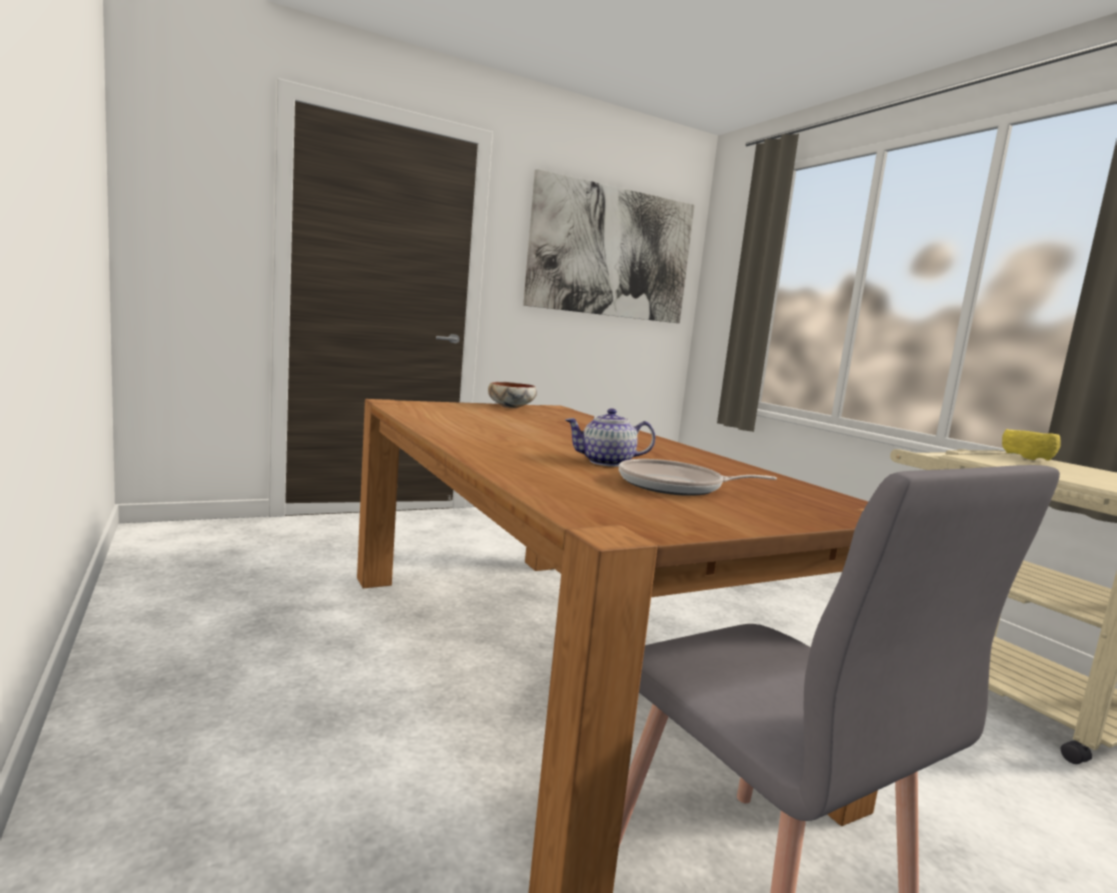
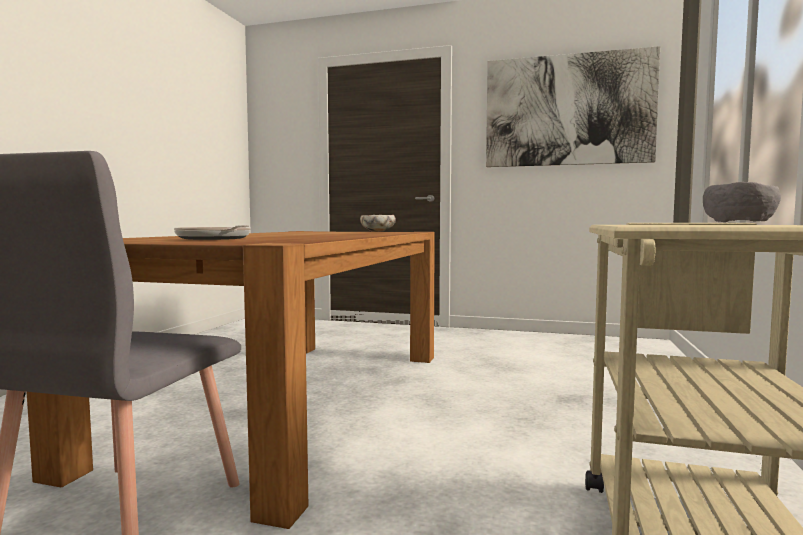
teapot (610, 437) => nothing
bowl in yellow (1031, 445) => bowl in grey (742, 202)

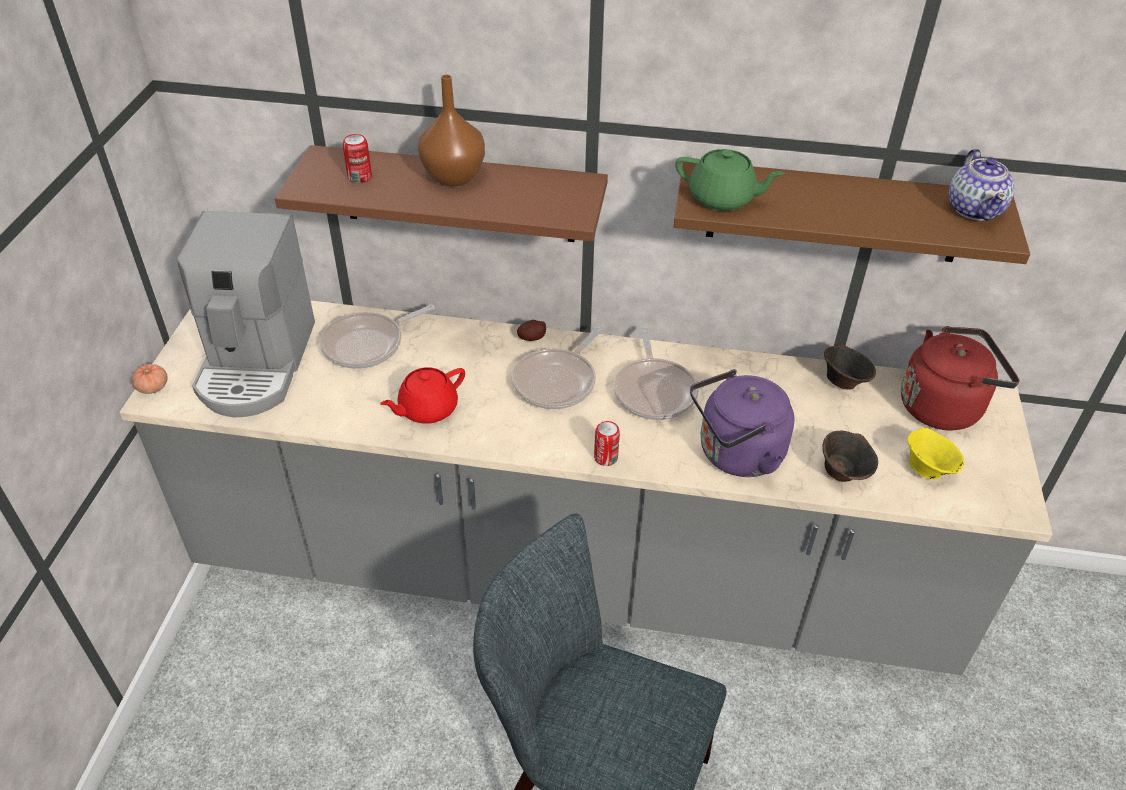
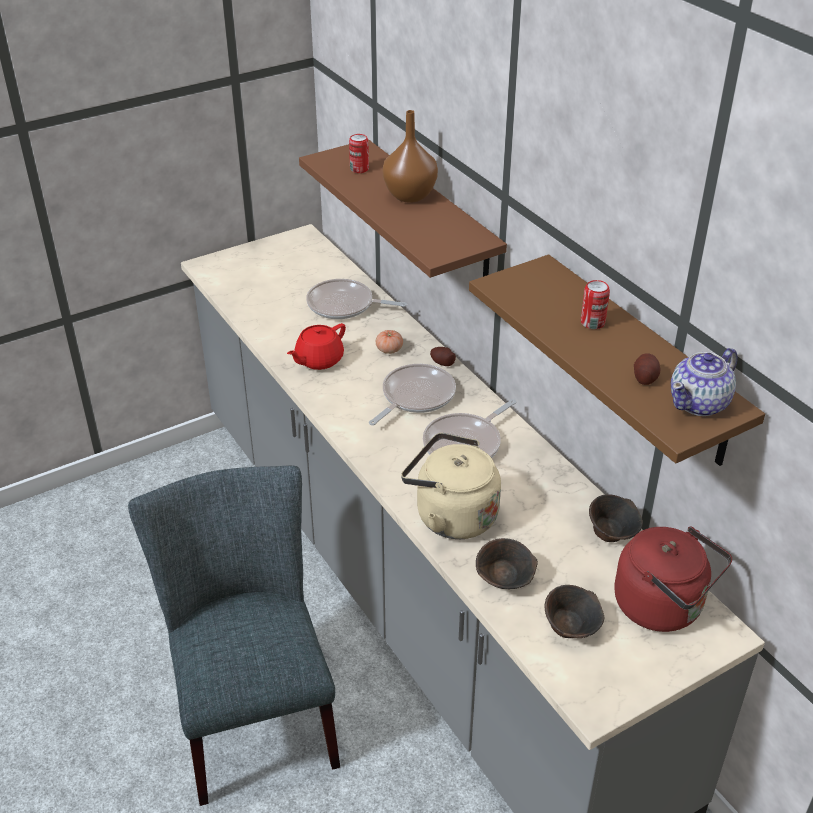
tomato (150, 379) => tomato (389, 342), move
coffee machine (245, 314) => nothing
teapot in red (422, 395) => teapot in red (316, 346), 60 degrees counterclockwise
frying pan (557, 368) => frying pan (412, 394), 135 degrees clockwise
can (607, 443) => can (595, 304), move
teapot in green (730, 180) => nothing
kettle in purple (742, 423) => kettle in beige (451, 486)
bowl in yellow (935, 453) => bowl in brown (574, 611)
nothing => potato (647, 369)

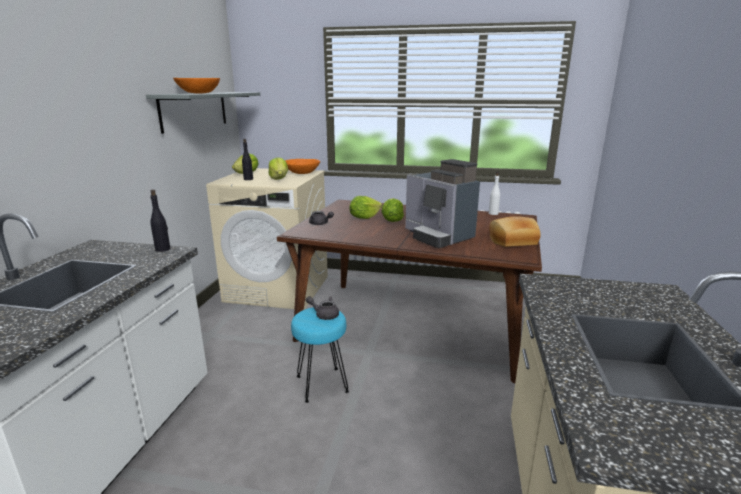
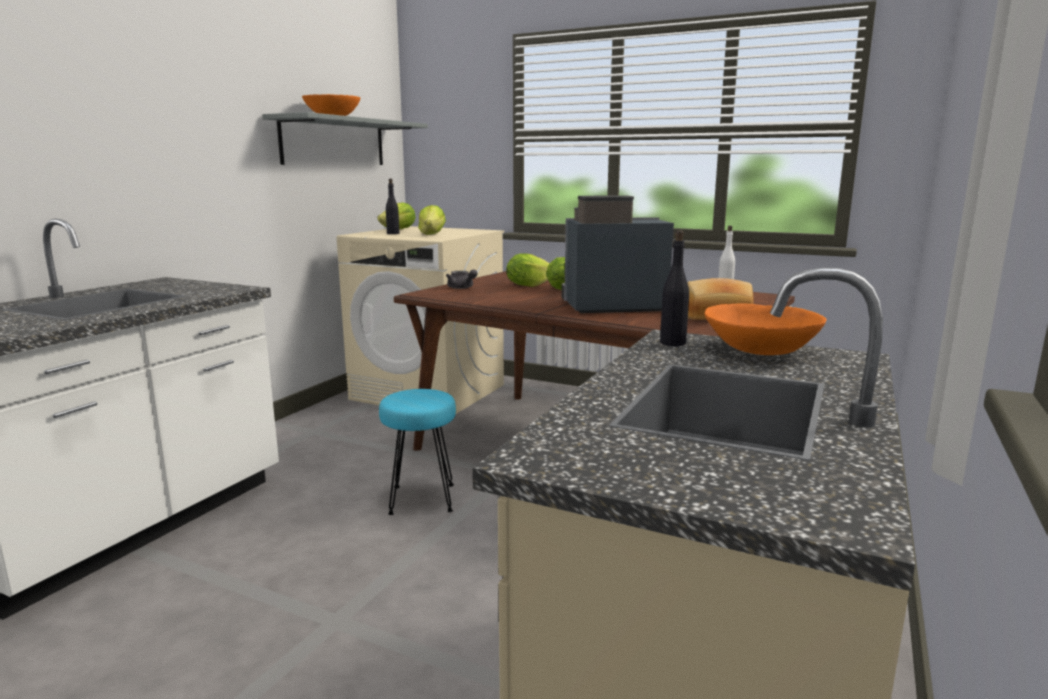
bottle in black (160, 221) => bottle in black (674, 288), move
bowl in orange (302, 166) => bowl in orange (765, 329), move
teapot in grey (322, 308) => nothing
coffee machine (442, 203) => coffee machine (618, 254), 105 degrees clockwise

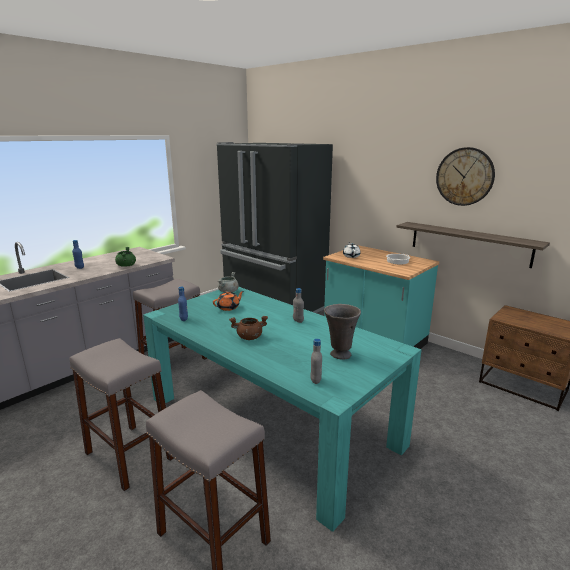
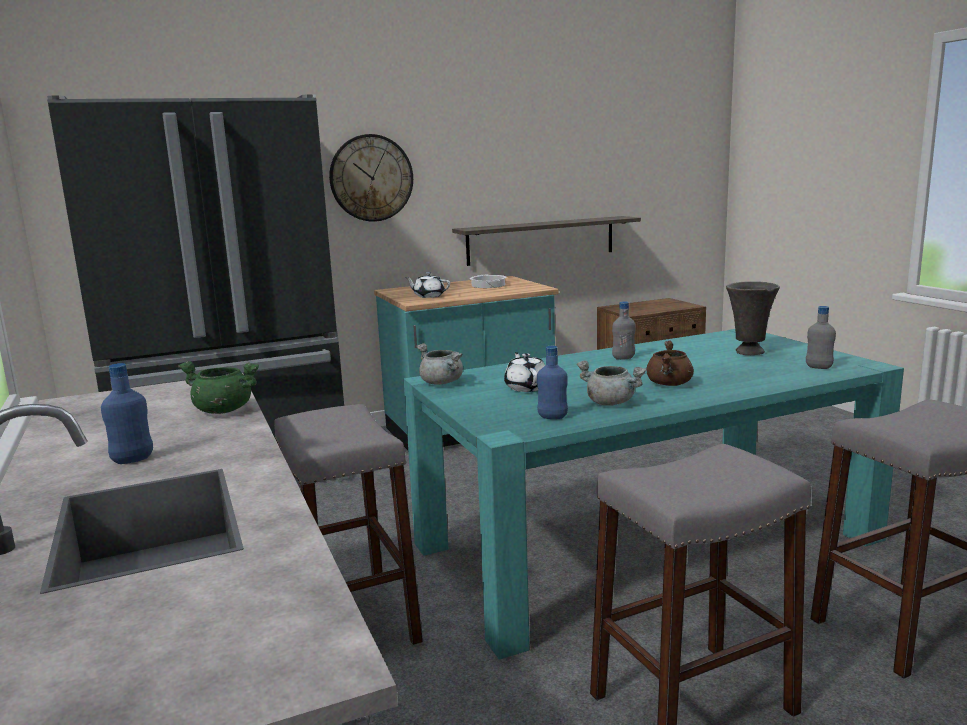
teapot in orange (228, 301) => teapot in white (524, 372)
wall clock (465, 176) => wall clock (371, 178), move
nothing => cooking pot in grey (611, 383)

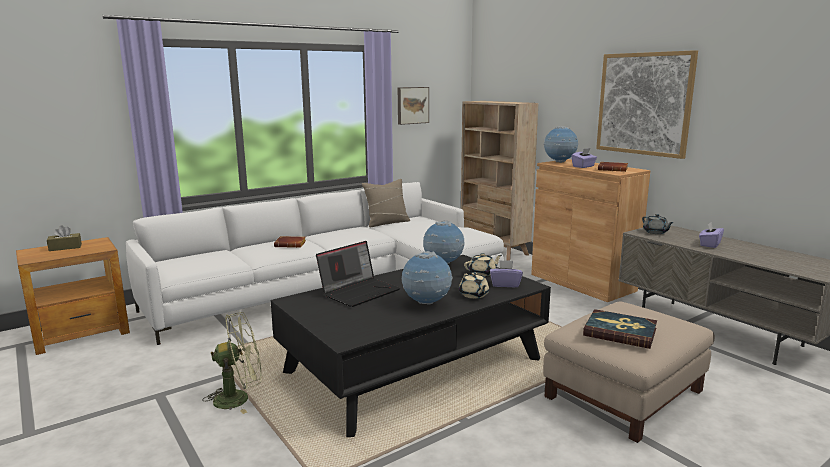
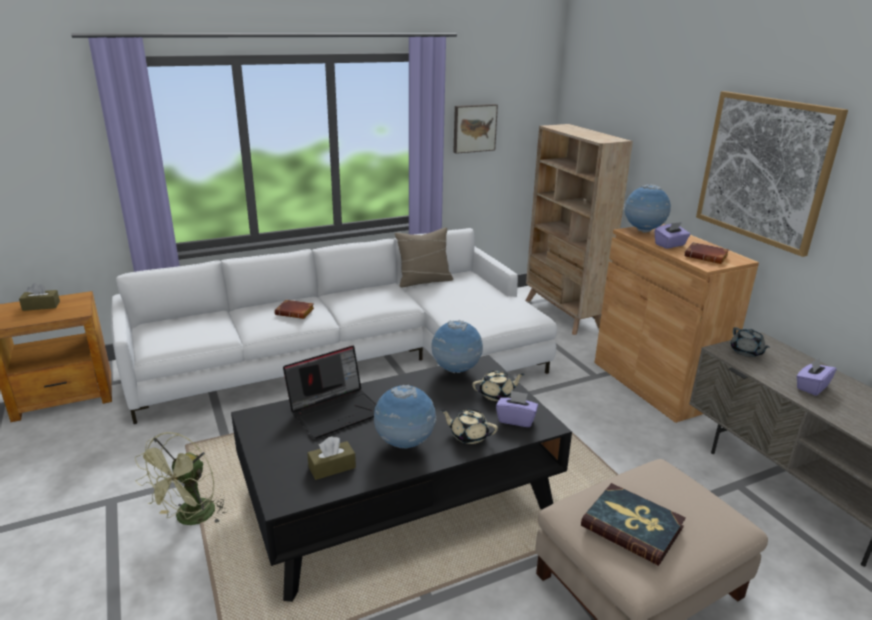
fan in green (232, 363) => fan in green (181, 478), 120 degrees clockwise
teapot in beige (474, 285) => teapot in beige (469, 426), 120 degrees clockwise
nothing => tissue box in brown (331, 458)

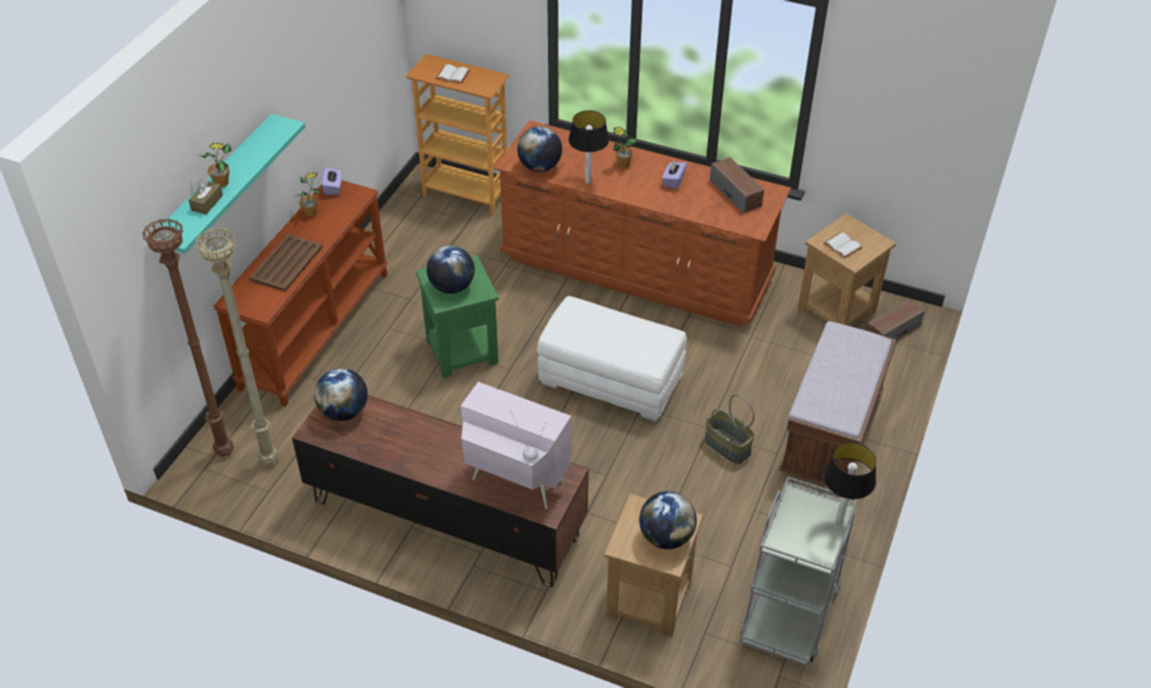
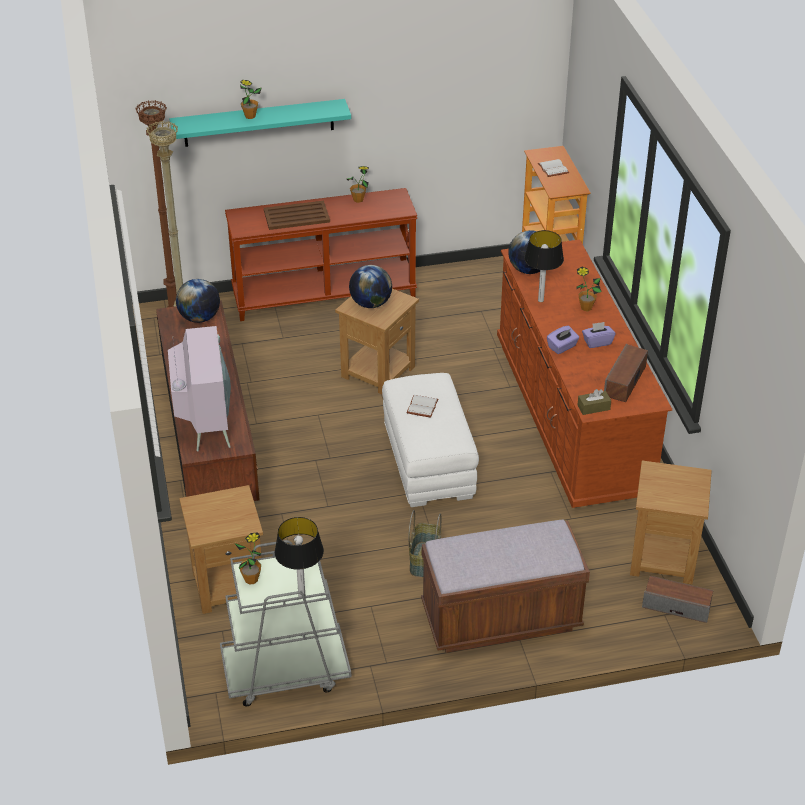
tissue box in brown (206, 197) => tissue box in brown (594, 402), move
tissue box in purple (331, 181) => tissue box in purple (563, 340), move
side table in green (457, 316) => side table in brown (377, 341)
globe (668, 520) => nothing
book in white (843, 245) => book in white (422, 406), move
nothing => potted plant (247, 558)

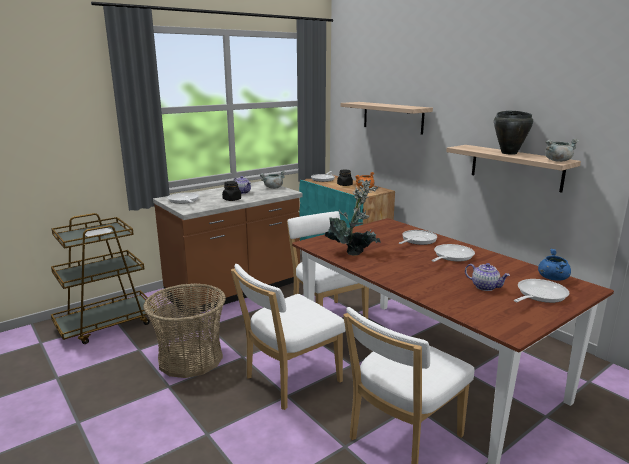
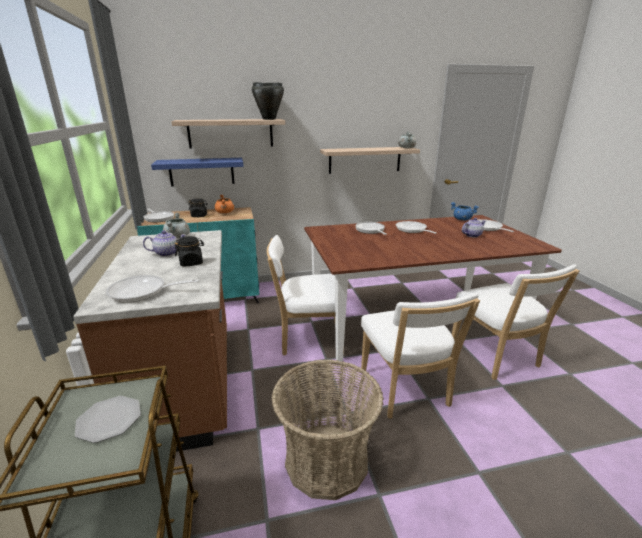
potted plant (352, 217) => nothing
cooking pot in black (513, 133) => cooking pot in black (268, 101), move
nothing => shelf in blue (197, 172)

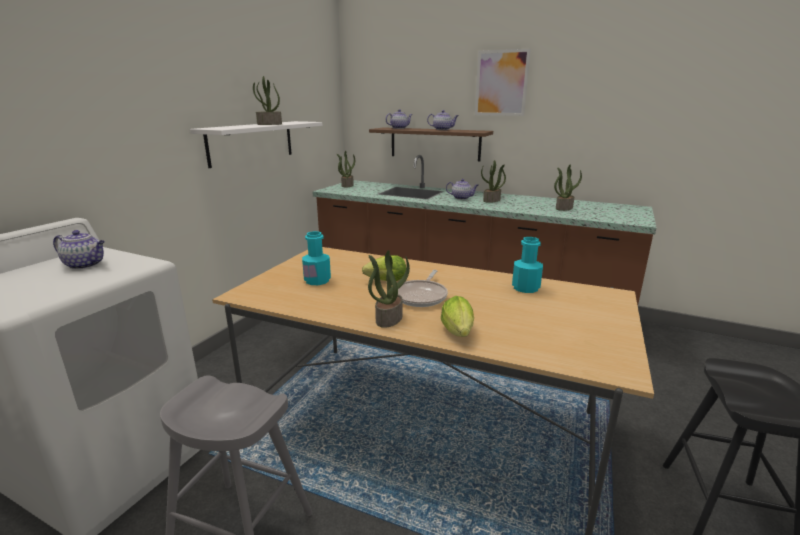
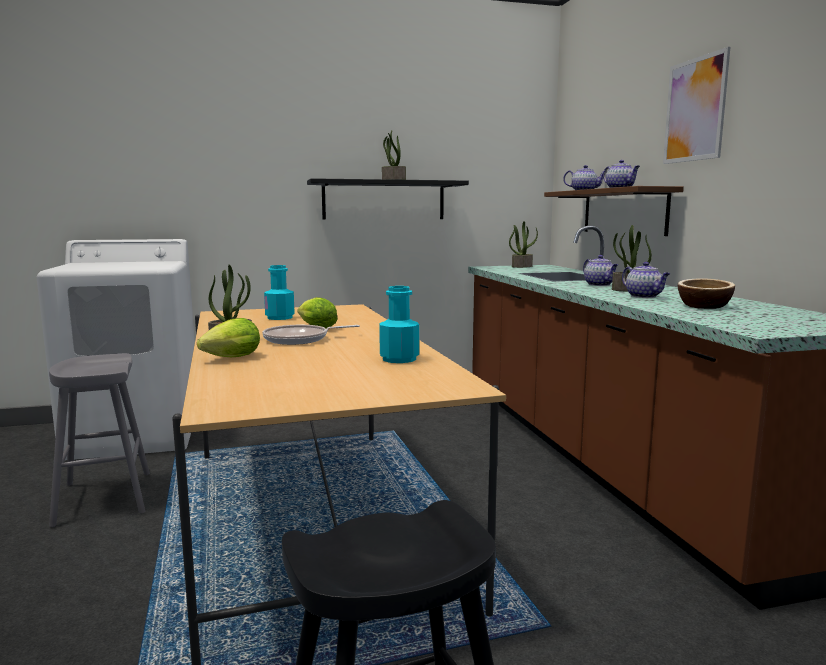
teapot (79, 249) => teapot (646, 280), move
shelf in white (256, 144) => shelf in black (388, 199)
potted plant (568, 188) => bowl (706, 293)

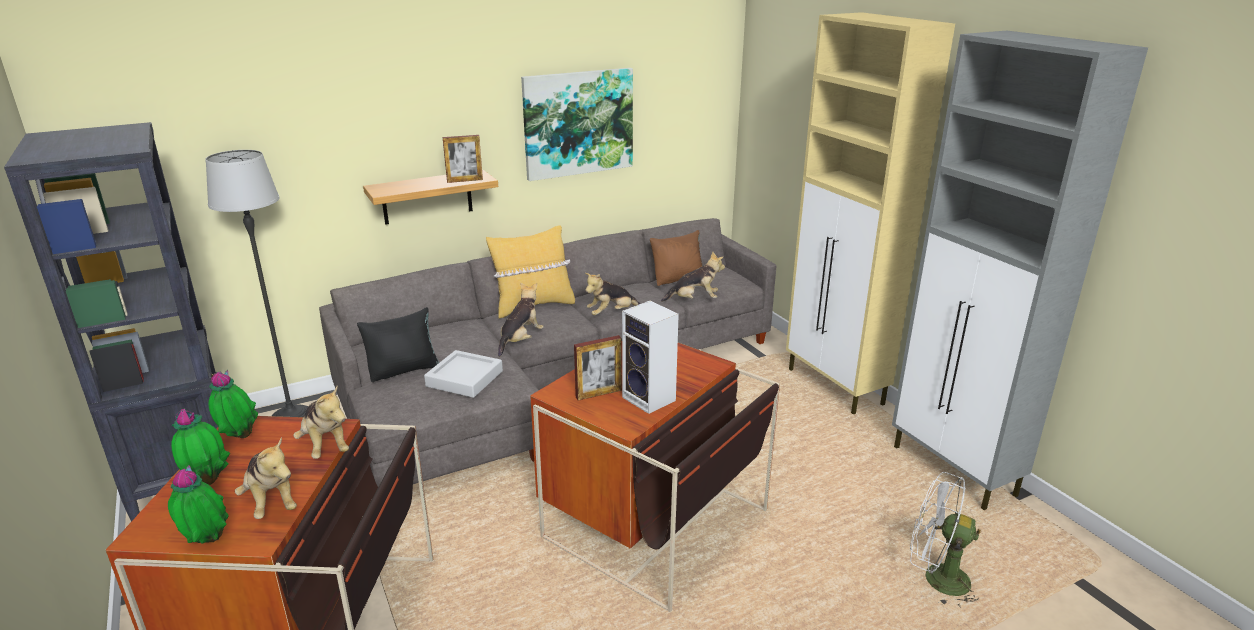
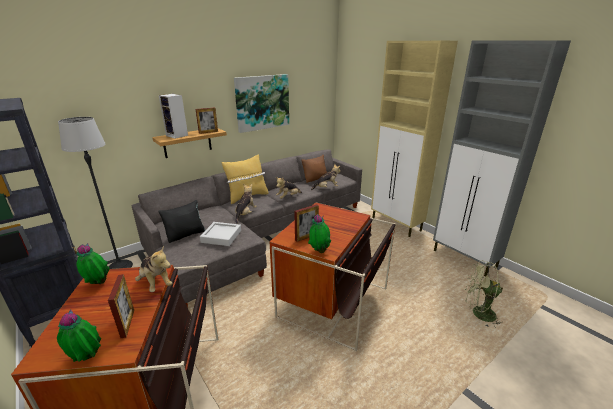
potted plant (200, 446) => potted plant (319, 233), move
plush toy (266, 478) => picture frame (121, 306)
speaker (650, 357) => speaker (173, 116), move
fan in white (945, 539) => fan in green (484, 293)

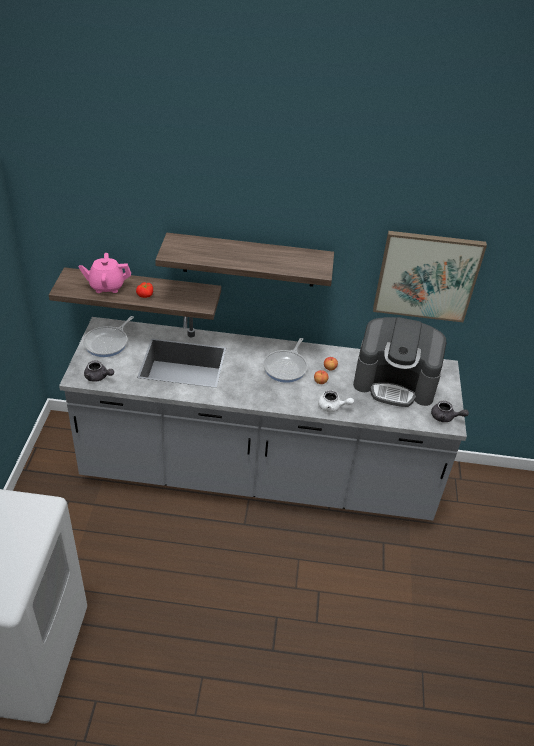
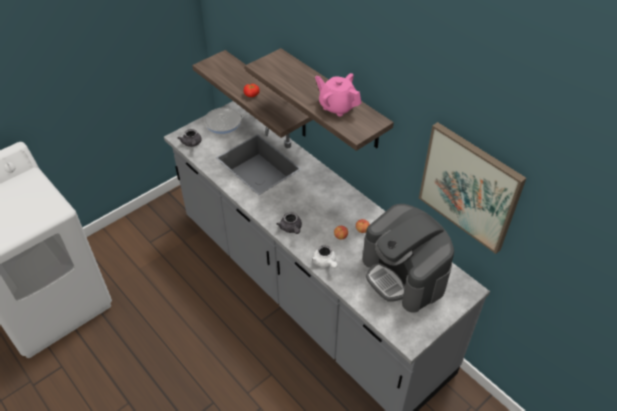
teapot in pink (105, 273) => teapot in pink (338, 94), move
frying pan (285, 360) => nothing
teapot in grey (450, 411) => teapot in grey (289, 223), move

